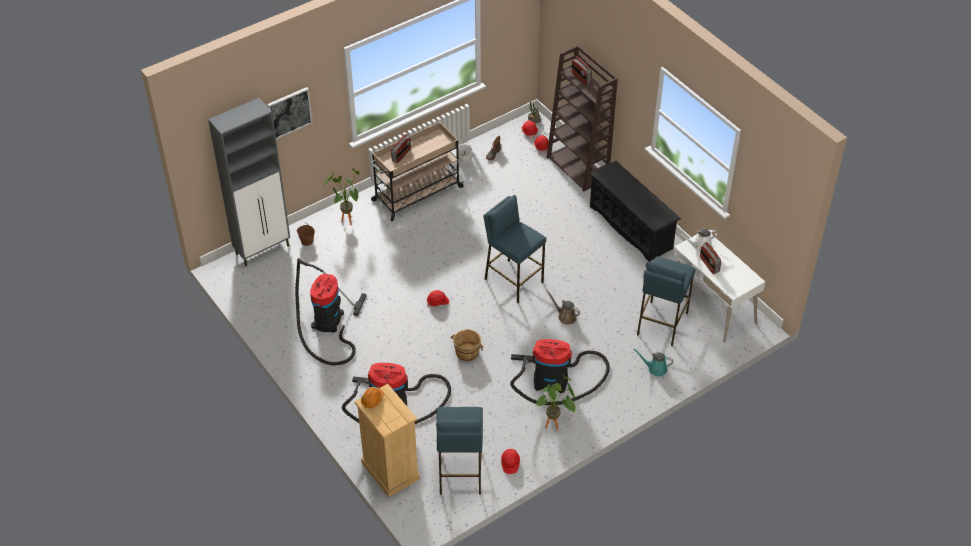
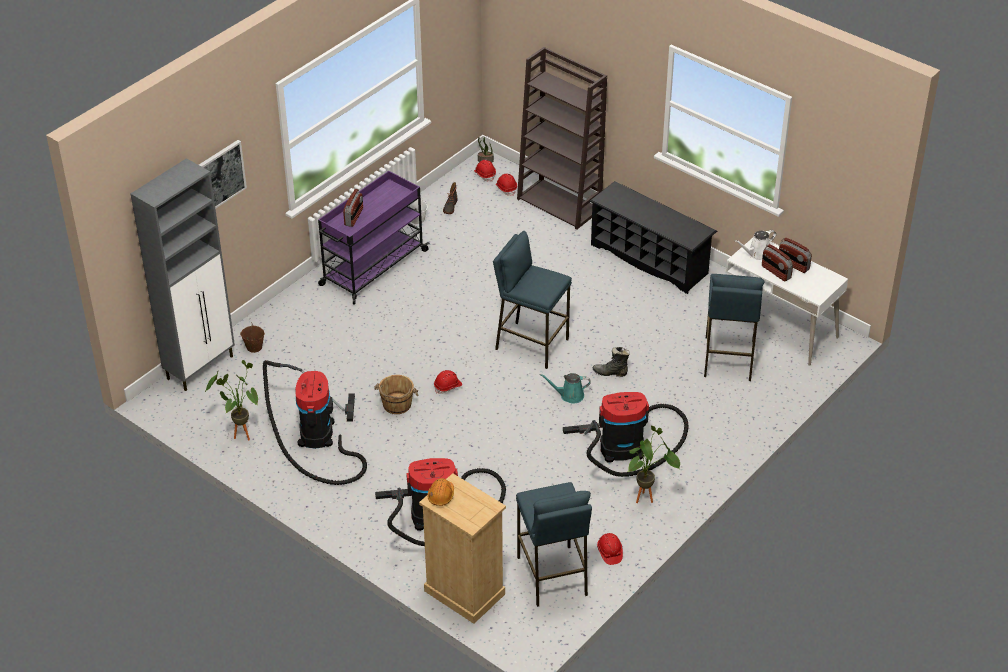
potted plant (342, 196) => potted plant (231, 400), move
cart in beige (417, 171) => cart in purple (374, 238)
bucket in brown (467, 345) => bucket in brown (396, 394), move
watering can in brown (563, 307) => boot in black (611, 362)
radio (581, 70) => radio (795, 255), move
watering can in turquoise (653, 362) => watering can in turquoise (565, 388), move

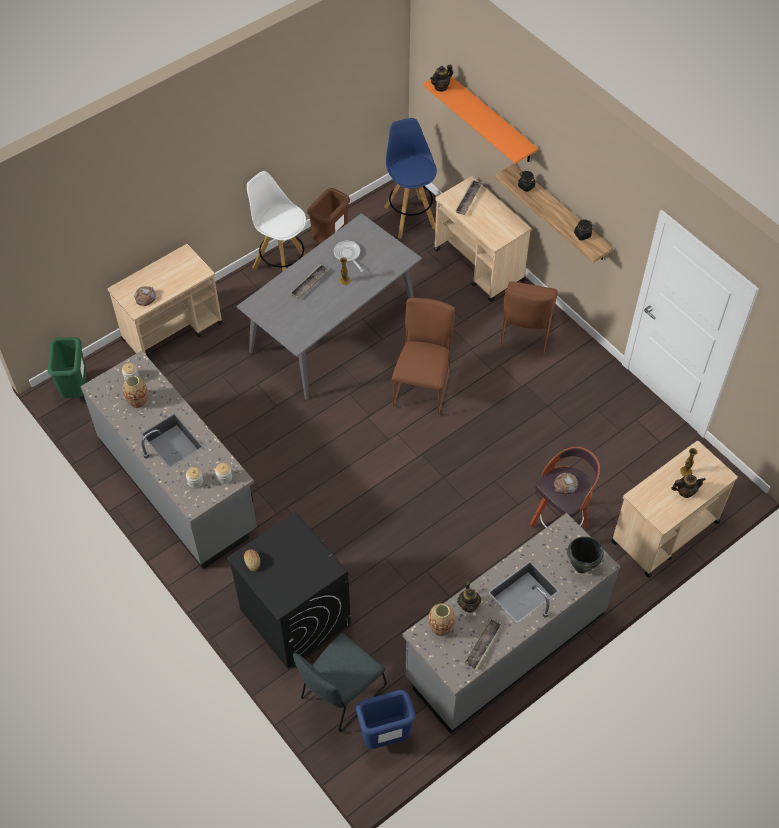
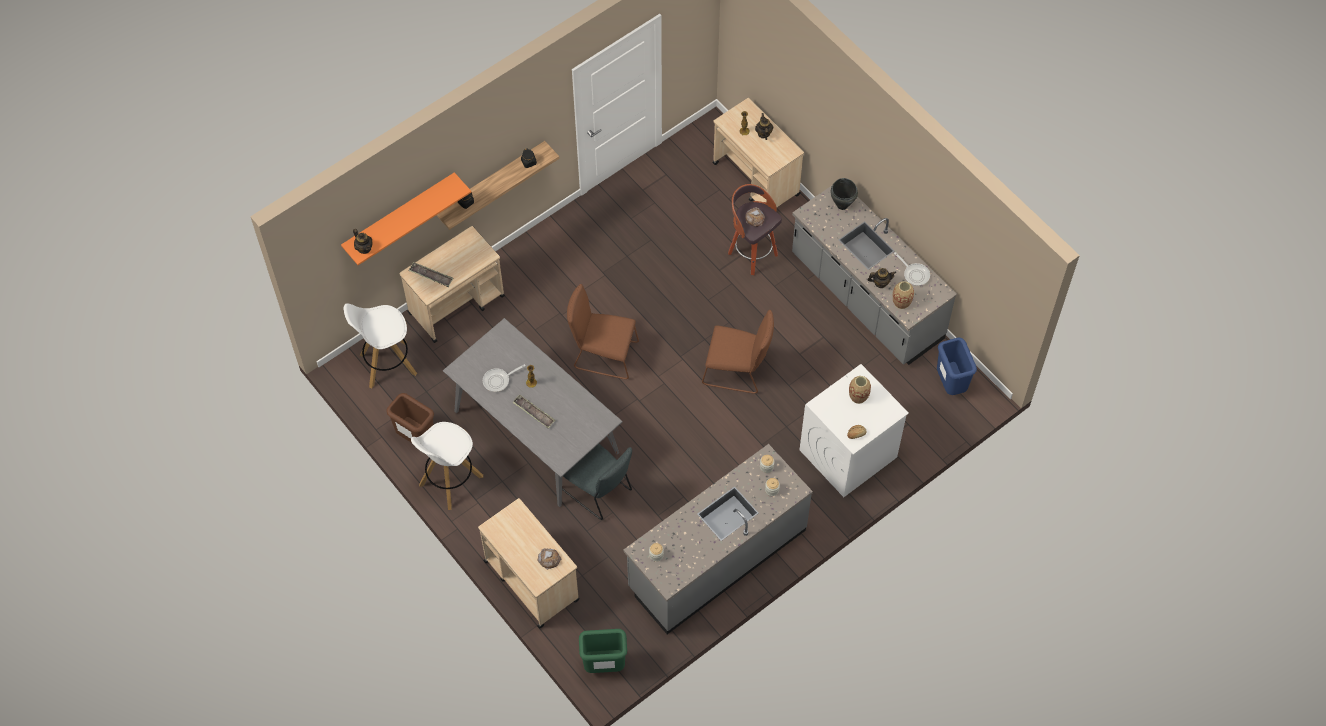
vase (135, 391) => vase (860, 390), move
washing machine in black (289, 590) => washing machine in white (854, 430)
chair in grey (340, 682) => chair in grey (597, 482), move
stool in blue (411, 178) => stool in white (380, 345)
tray (483, 643) => frying pan (912, 269)
chair in brown (528, 318) => chair in brown (738, 352), move

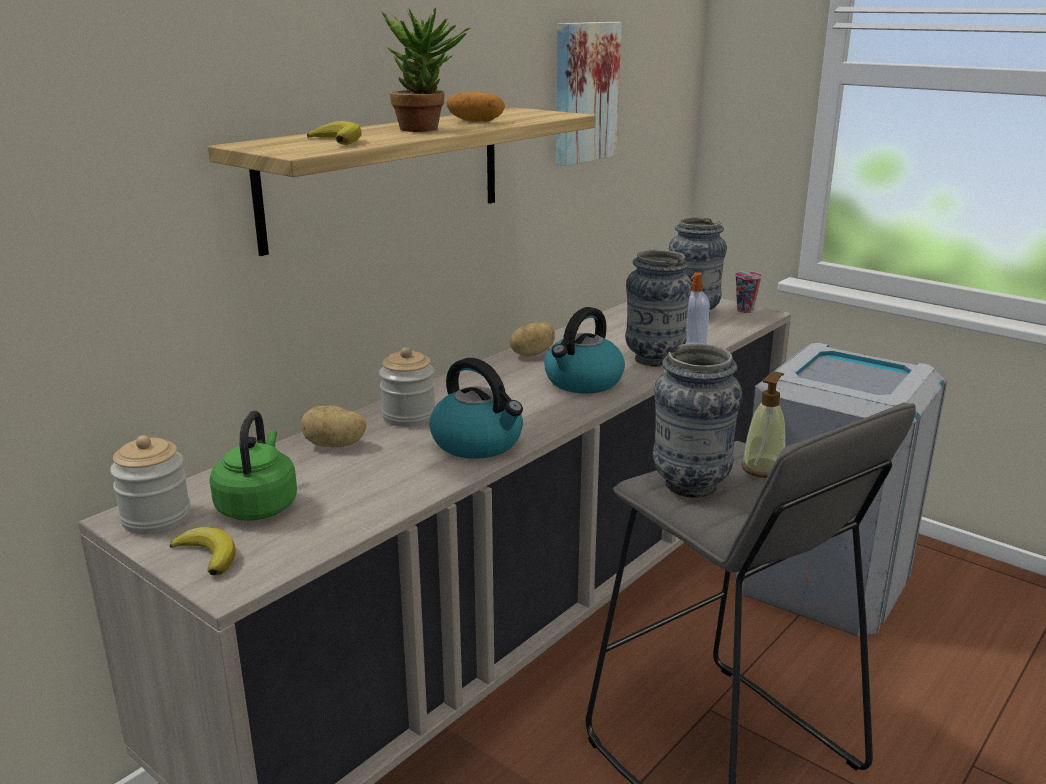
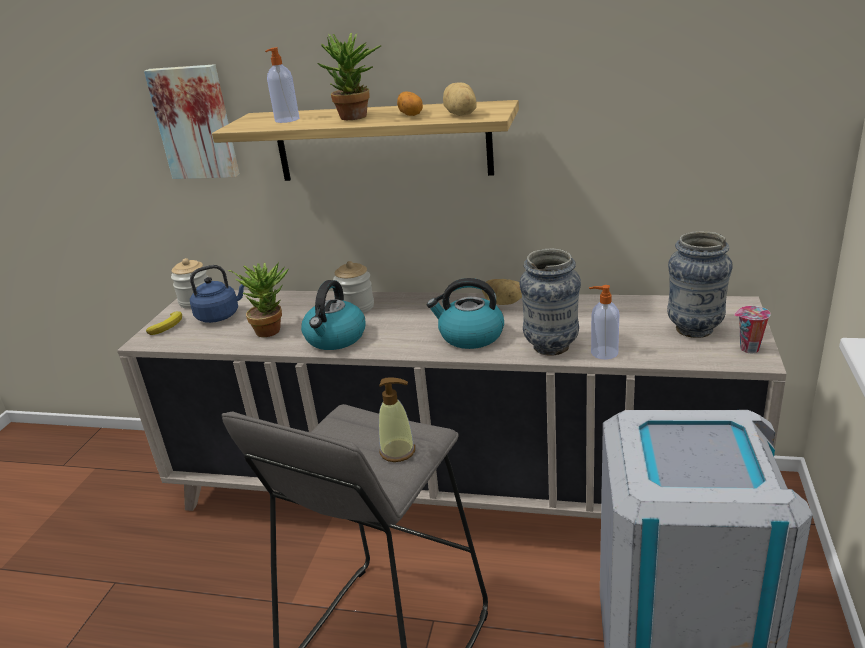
kettle in green (253, 466) => kettle in blue (217, 294)
potato (334, 426) => potato (459, 99), move
banana (334, 133) => soap dispenser (282, 85)
picture (589, 94) => picture (192, 121), move
vase (697, 420) => nothing
nothing => potted plant (258, 299)

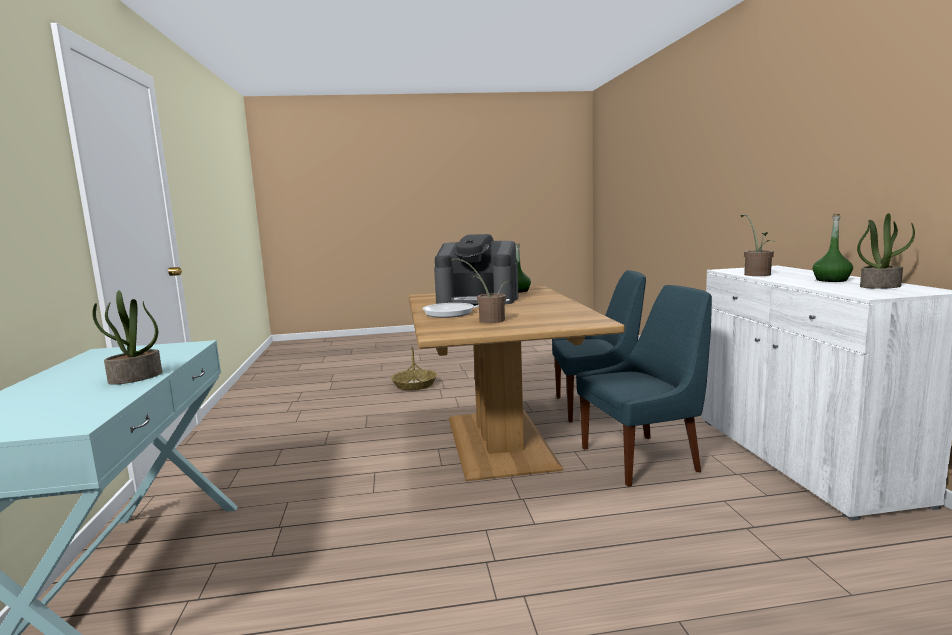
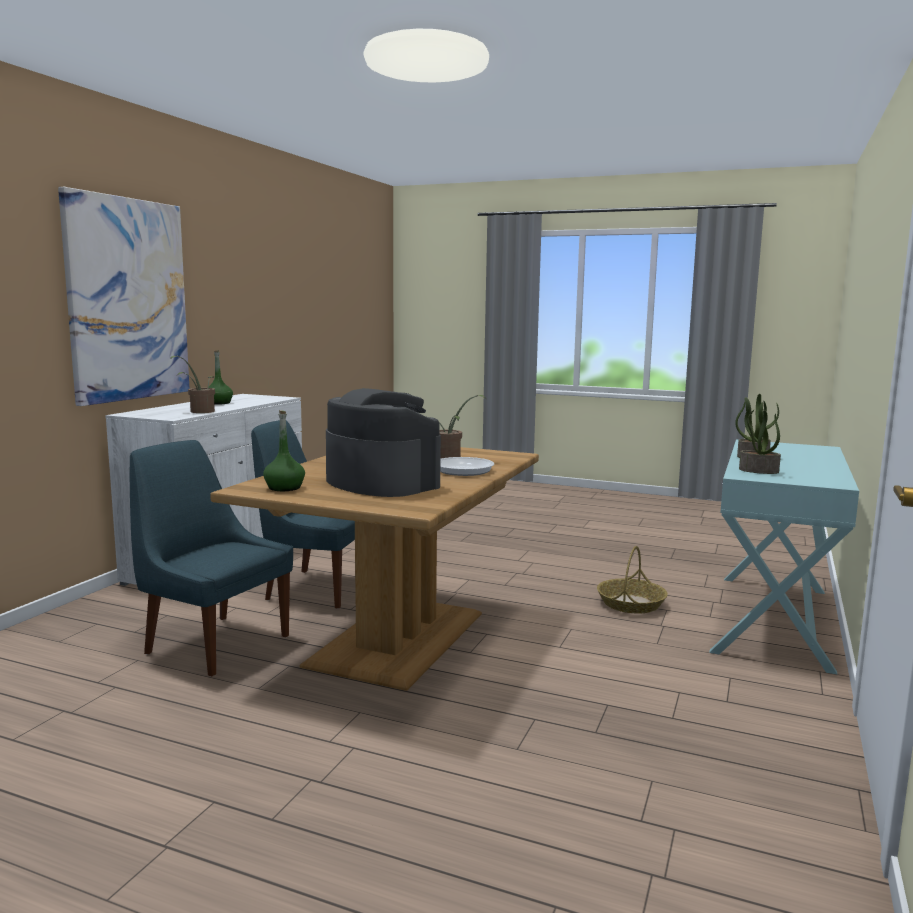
basket (414, 368) => basket (632, 580), move
potted plant (886, 251) => potted plant (760, 438), move
nothing => picture (123, 296)

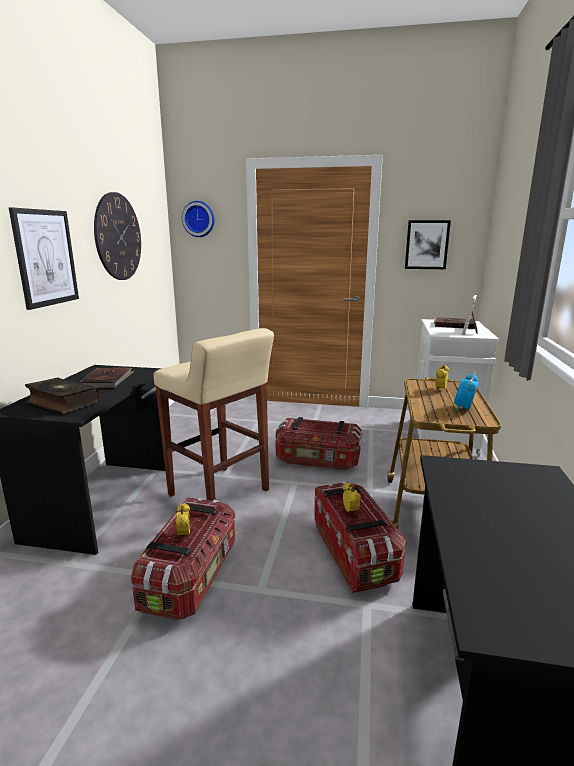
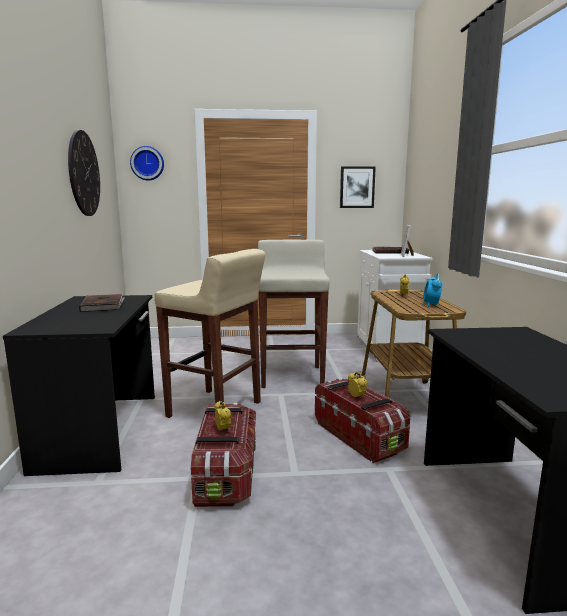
picture (44, 258) => nothing
book (62, 395) => nothing
storage box (318, 443) => stool in beige (294, 314)

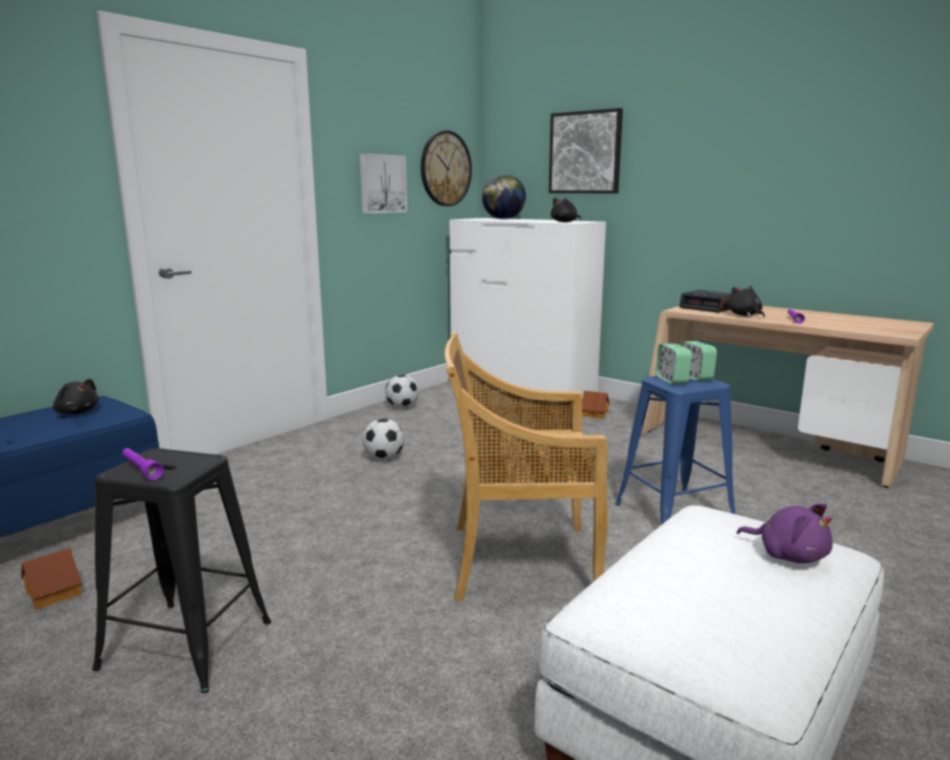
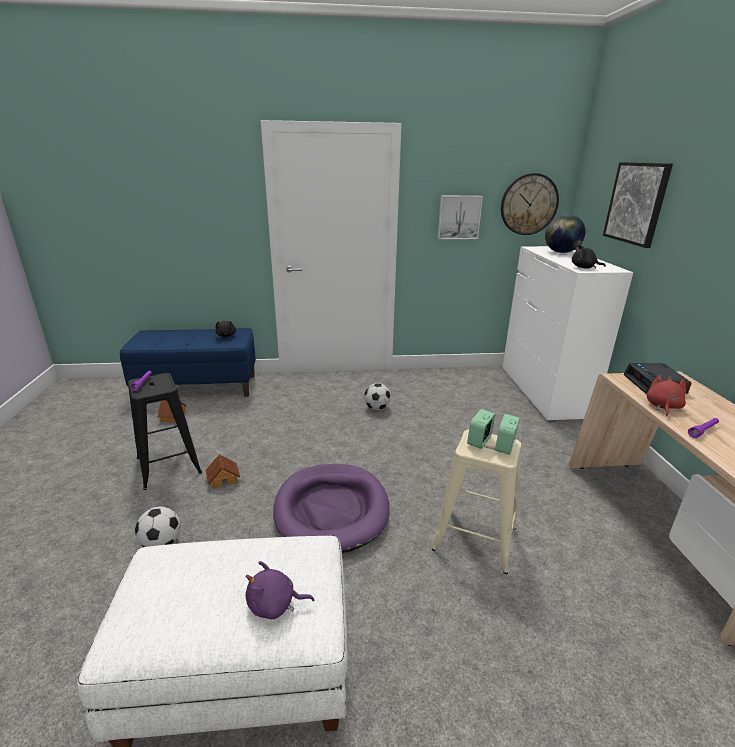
football (402, 391) => football (158, 527), move
chair in beige (526, 466) => dog bed in purple (331, 508)
toy house (595, 405) => toy house (223, 471), move
stool in blue (675, 450) => stool in beige (476, 501)
plush toy in black (746, 302) => plush toy in red (666, 396)
plush toy in purple (785, 533) => plush toy in purple (280, 590), 90 degrees clockwise

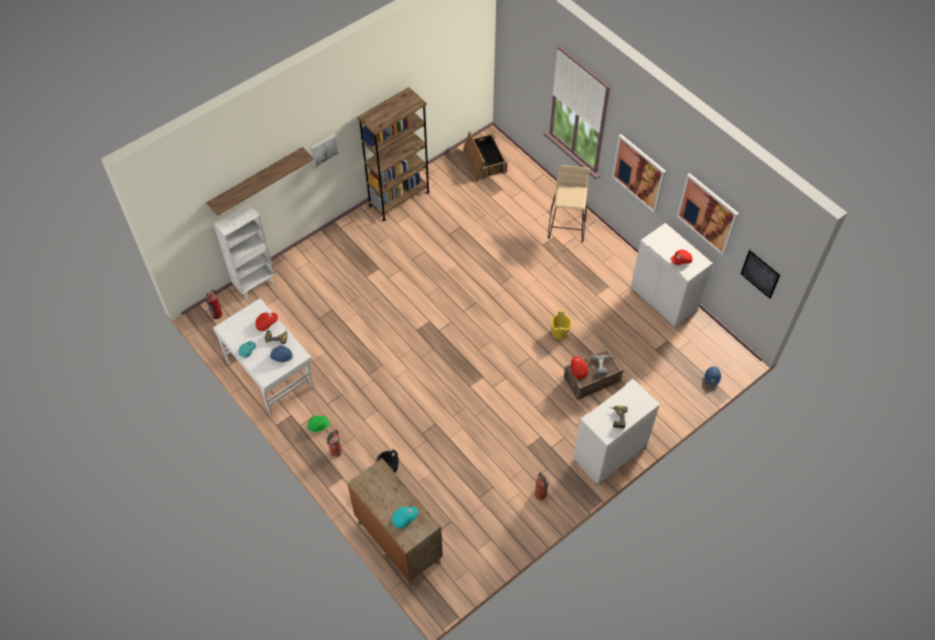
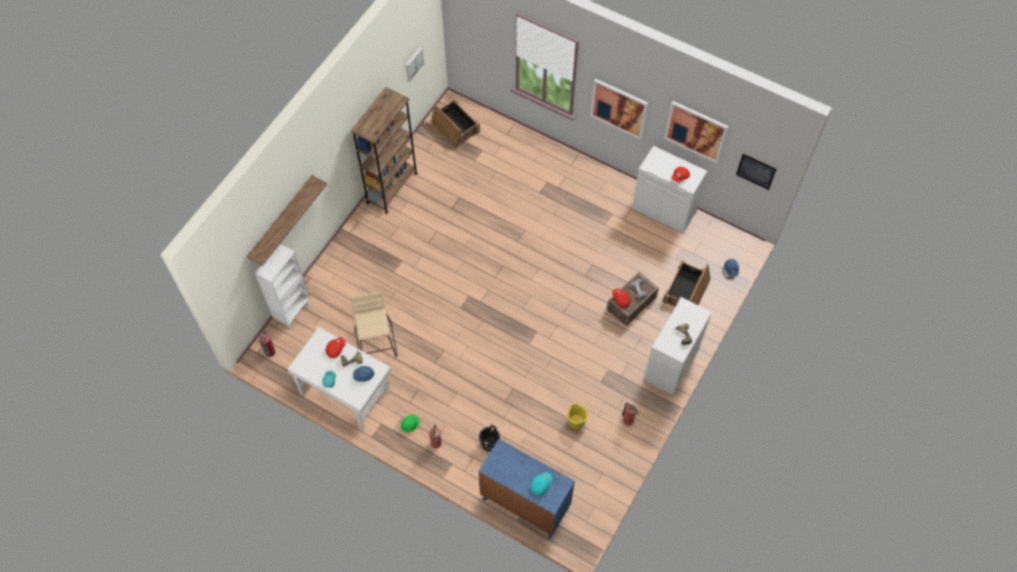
picture (324, 151) => picture (415, 65), move
dresser in brown (395, 522) => dresser in blue (526, 488)
stool in beige (568, 204) => stool in beige (374, 324), move
bucket in yellow (561, 325) => bucket in yellow (577, 416), move
nothing => crate (687, 283)

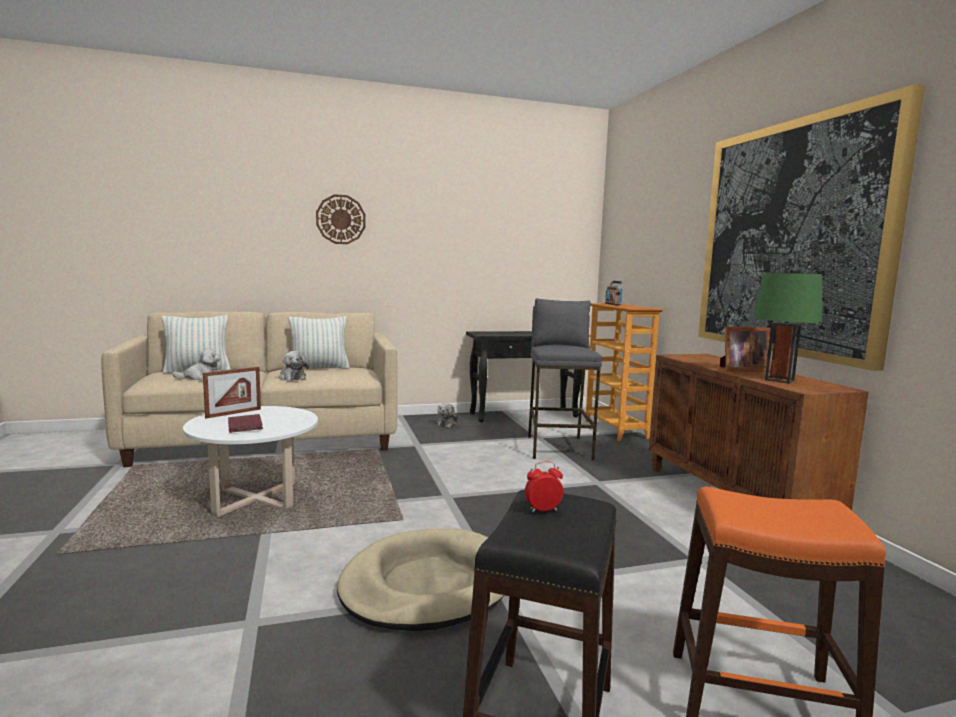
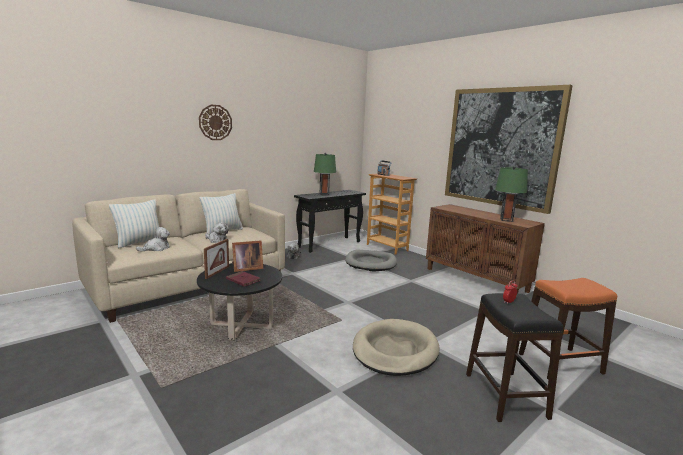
coffee table in white (250, 461) => coffee table in black (239, 302)
stool in grey (565, 379) => dog bed in grey (371, 260)
picture frame (745, 349) => picture frame (247, 256), move
nothing => table lamp in green (325, 174)

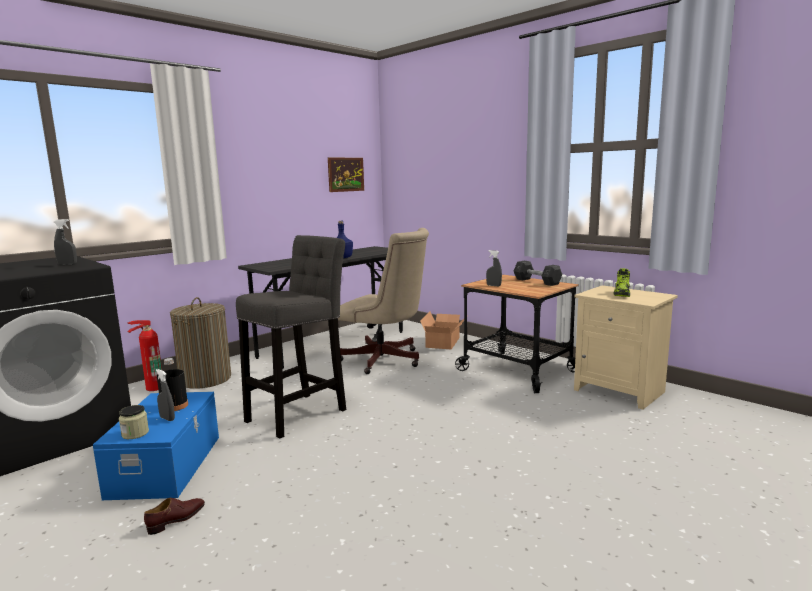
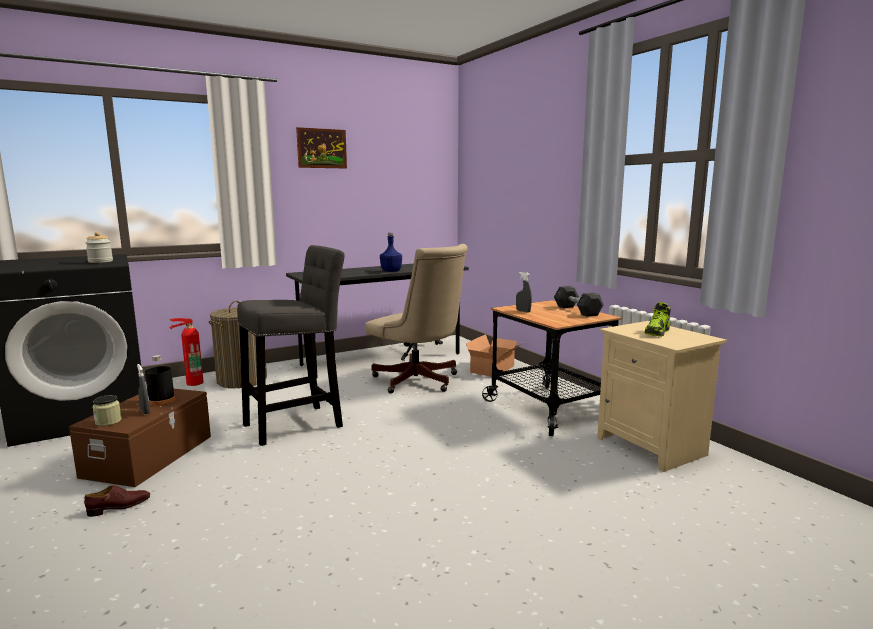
spray bottle in grey (65, 242) => jar (99, 247)
storage box in blue (156, 446) => storage box in brown (140, 438)
picture (346, 174) => picture (321, 147), move

